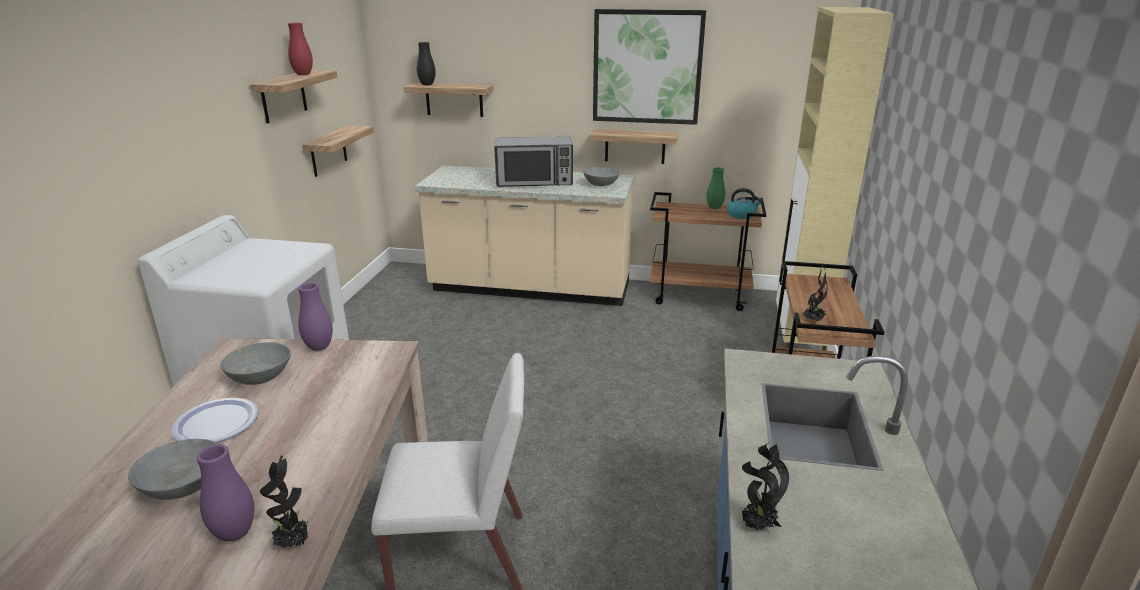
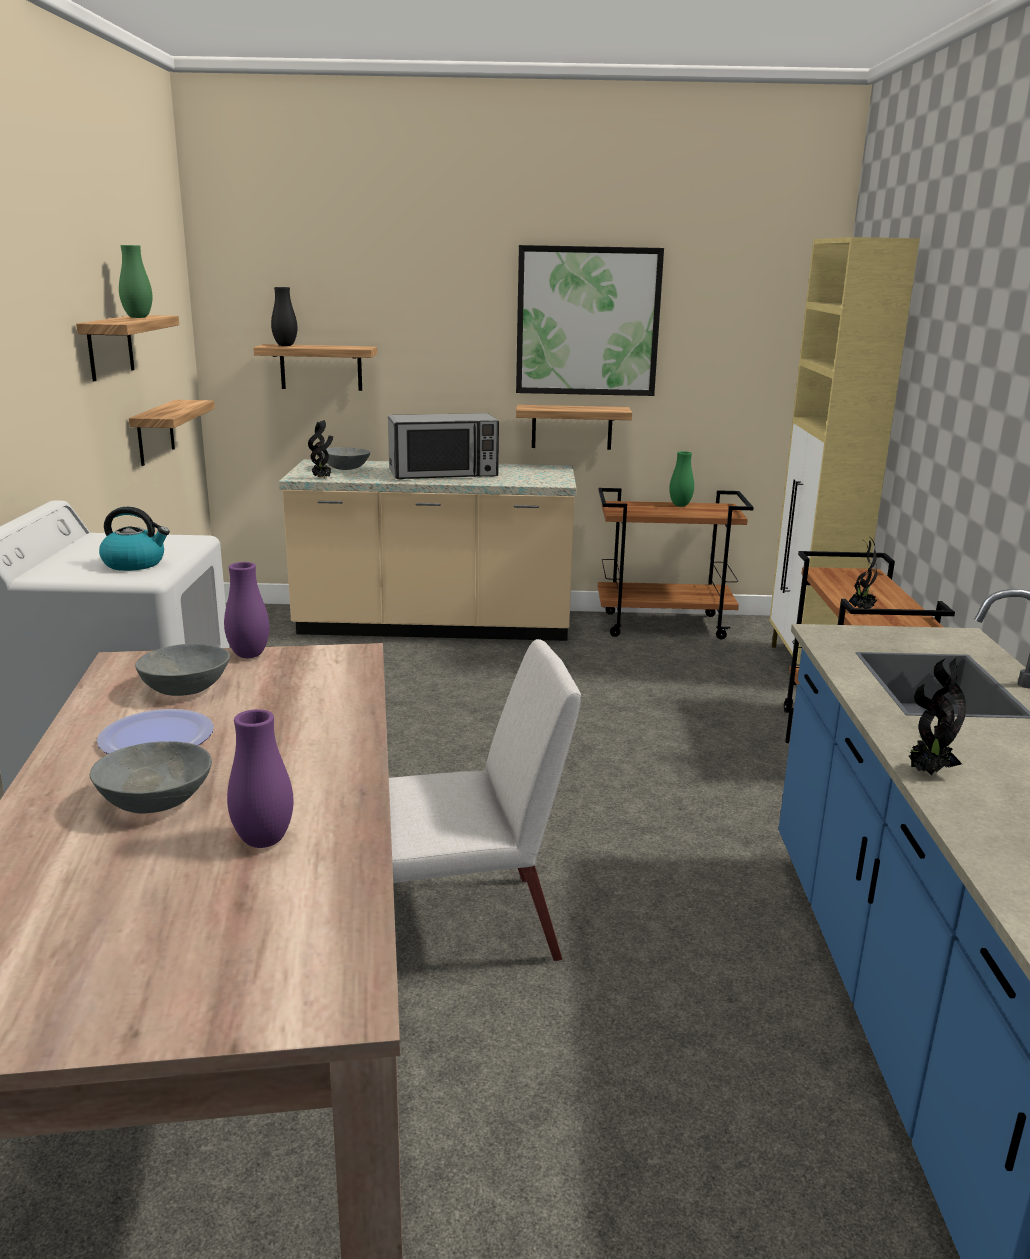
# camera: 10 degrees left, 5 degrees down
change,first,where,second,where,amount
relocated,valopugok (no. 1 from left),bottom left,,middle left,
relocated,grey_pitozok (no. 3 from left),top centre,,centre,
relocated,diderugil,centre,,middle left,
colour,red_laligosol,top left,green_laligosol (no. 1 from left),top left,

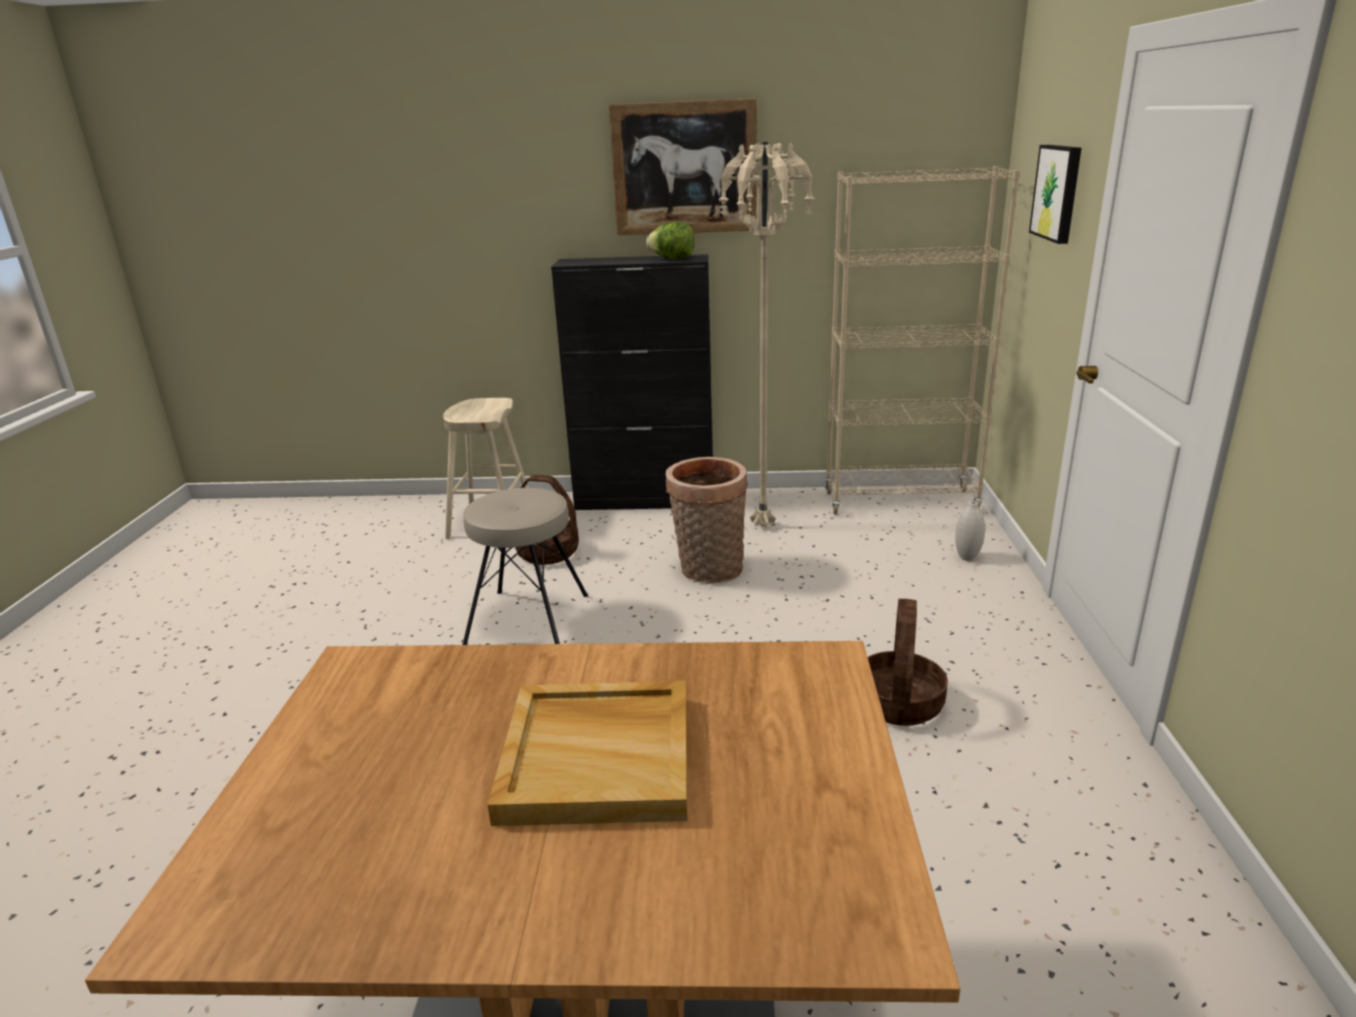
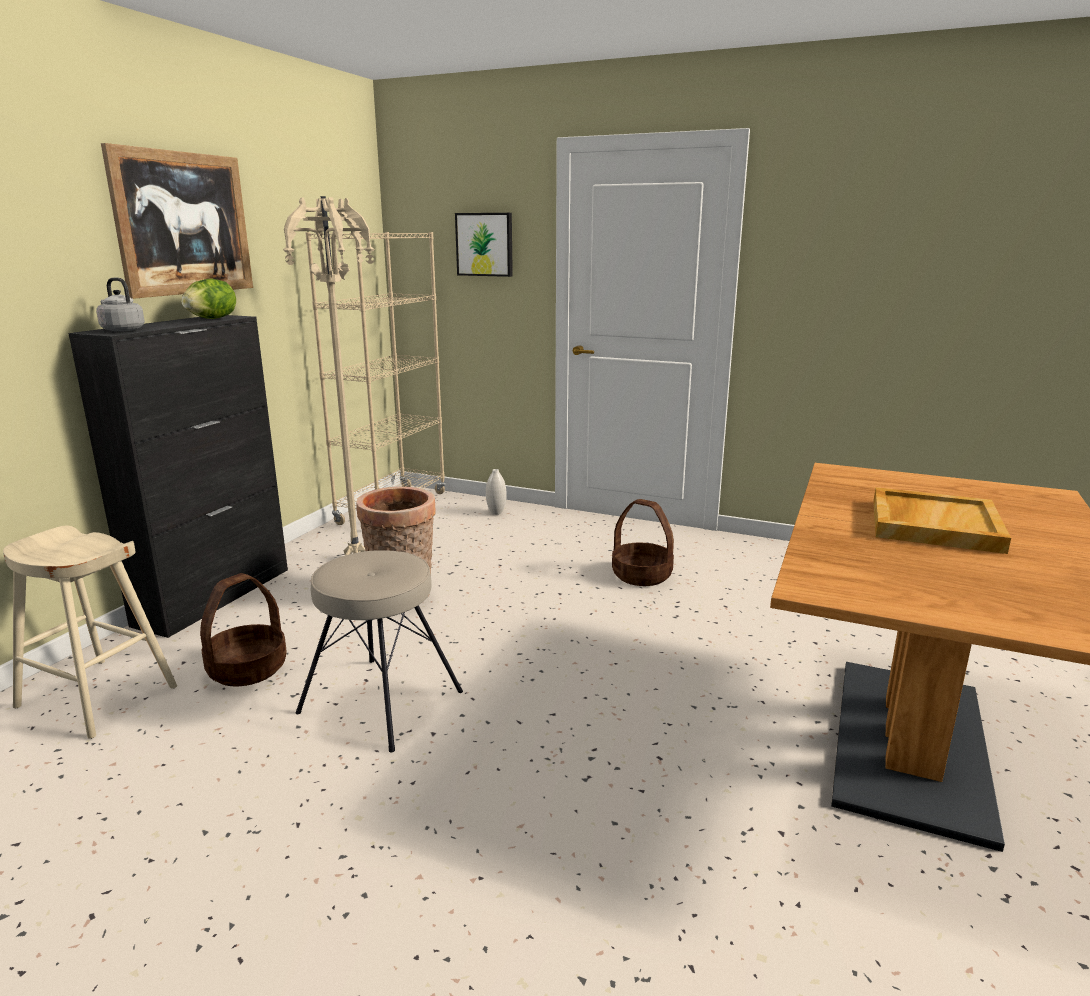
# camera: 70 degrees left, 5 degrees down
change,first,where,second,where,amount
appeared,,,grey_diderugil,top left,

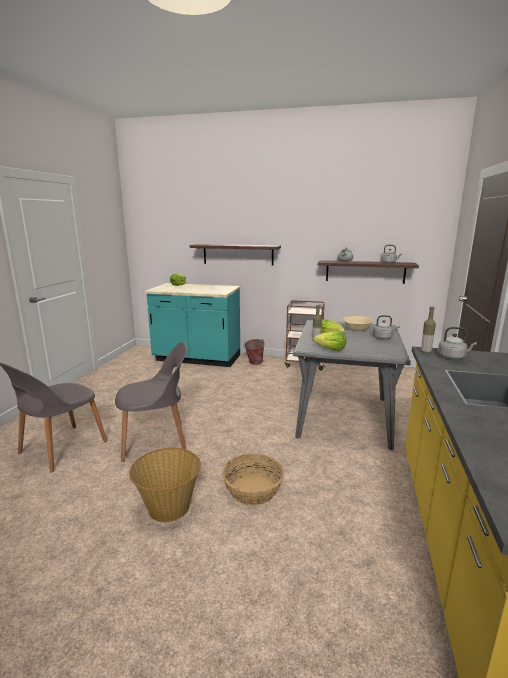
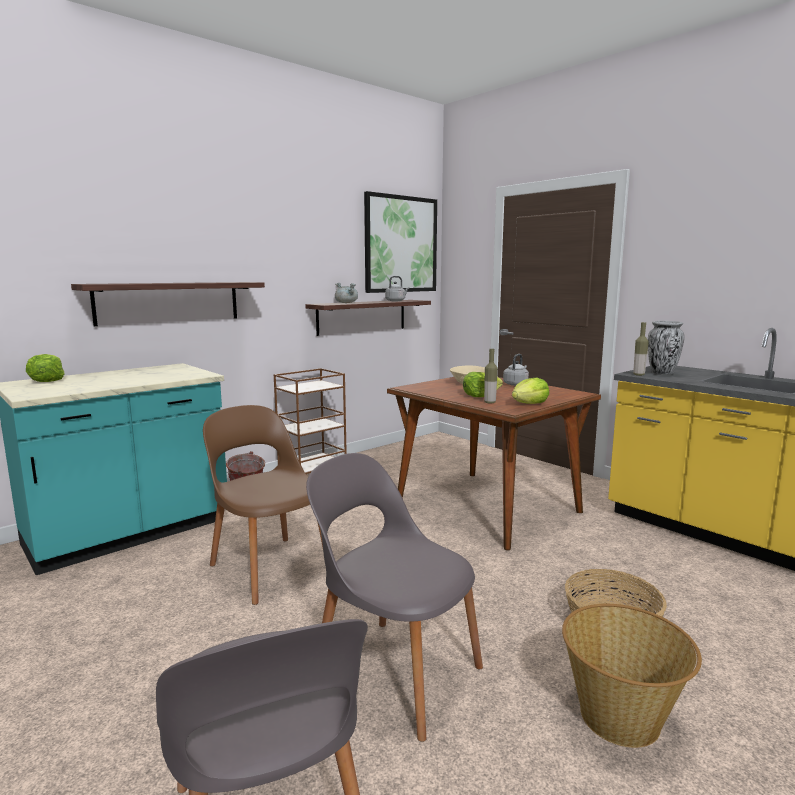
# camera: 55 degrees left, 5 degrees down
change,first,where,second,where,amount
appeared,,,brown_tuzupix,middle left,
appeared,,,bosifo,top centre,
exchanged,grey_diderugil (no. 3 from left),middle right,laligosol,middle right,
colour,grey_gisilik,middle right,brown_gisilik,centre,
spun,grey_tuzupix (no. 2 from left),middle left,,bottom centre,75 degrees counterclockwise

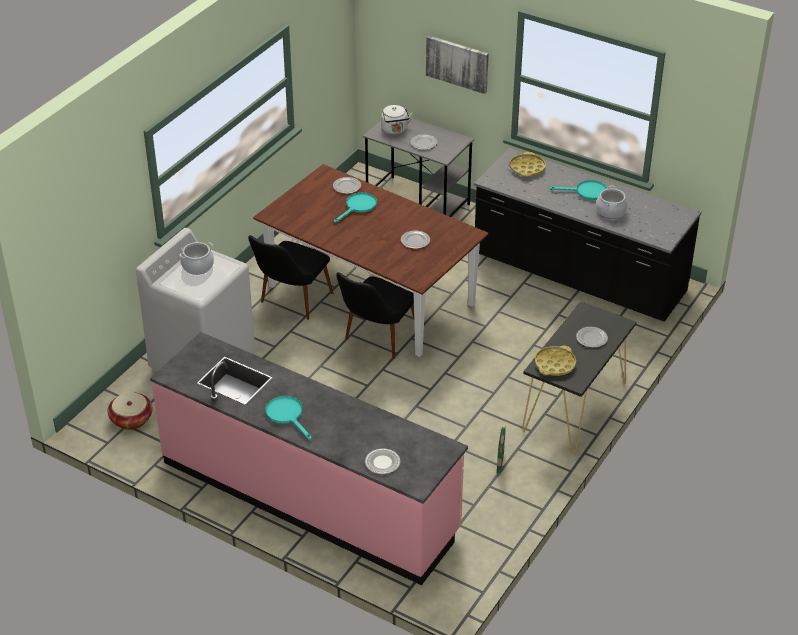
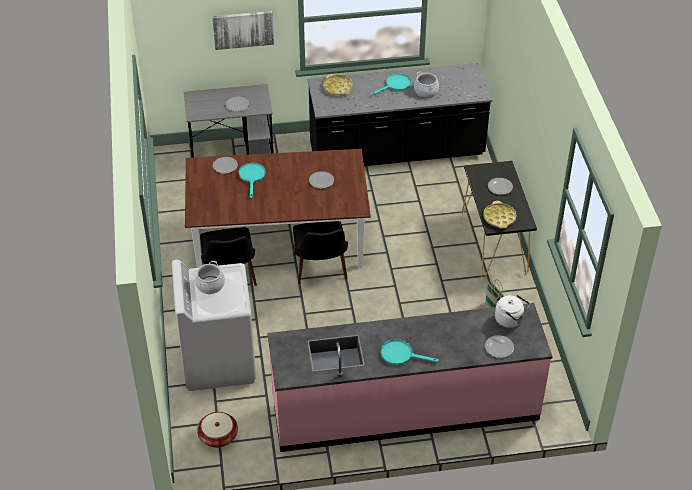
# camera: 40 degrees left, 5 degrees up
change,first,where,second,where,amount
relocated,white_diderugil,top centre,,middle right,

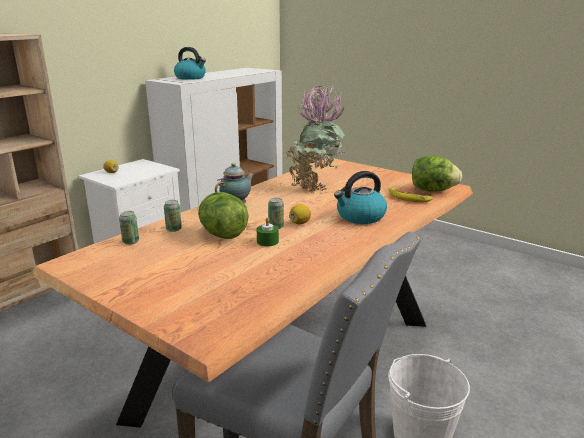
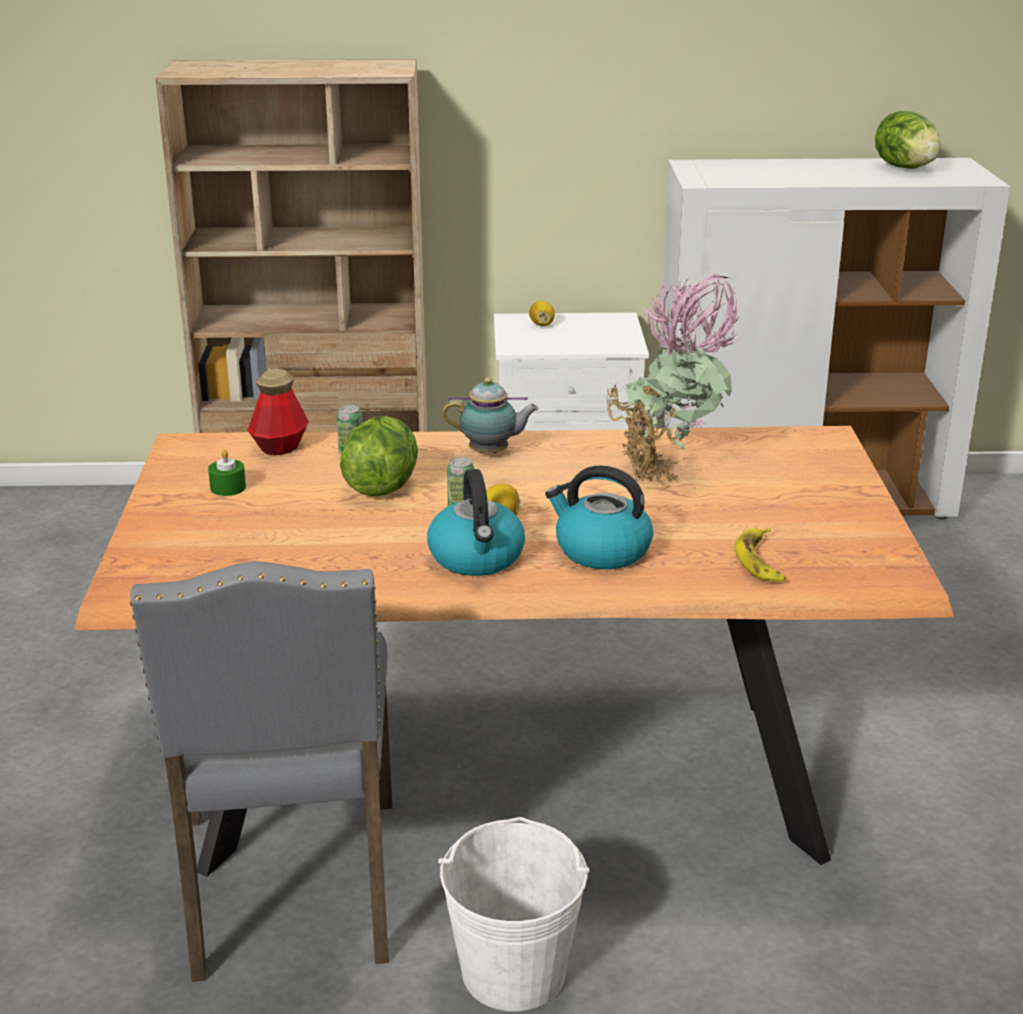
# camera: 50 degrees right, 5 degrees up
change,first,where,second,where,amount
relocated,diderugil (no. 1 from left),top left,,centre,
relocated,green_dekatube,centre,,middle left,
relocated,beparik (no. 2 from left),middle right,,top right,
exchanged,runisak (no. 1 from left),middle left,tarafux,middle left,

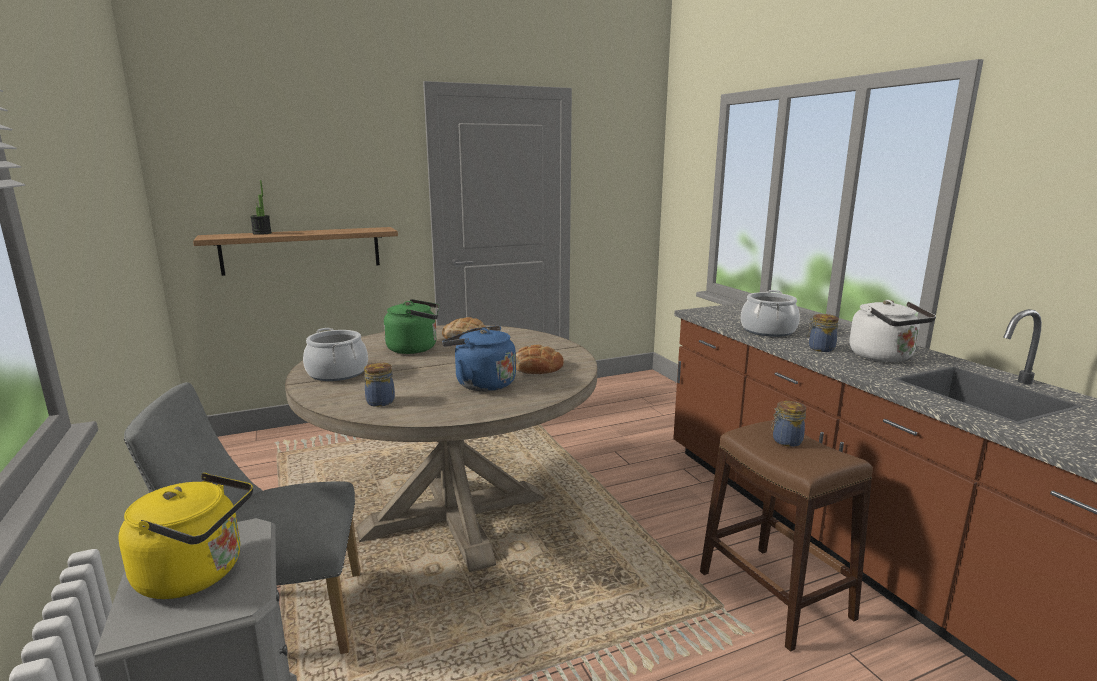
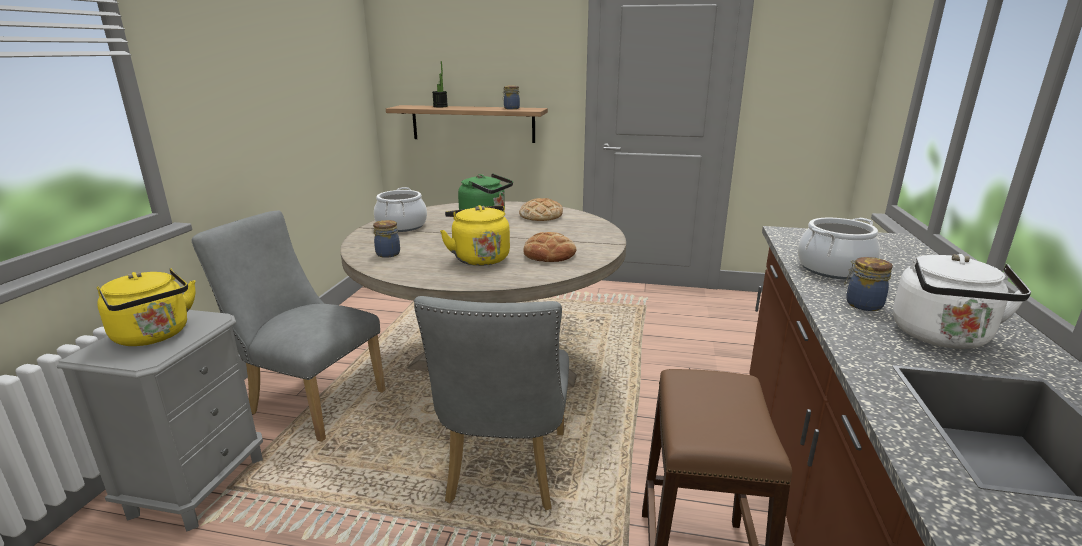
# camera: 35 degrees right, 5 degrees up
change,first,where,second,where,amount
appeared,,,grey_tuzupix (no. 2 from left),bottom centre,
relocated,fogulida (no. 2 from left),middle right,,top centre,
colour,blue_diderugil,centre,yellow_diderugil (no. 2 from left),centre,

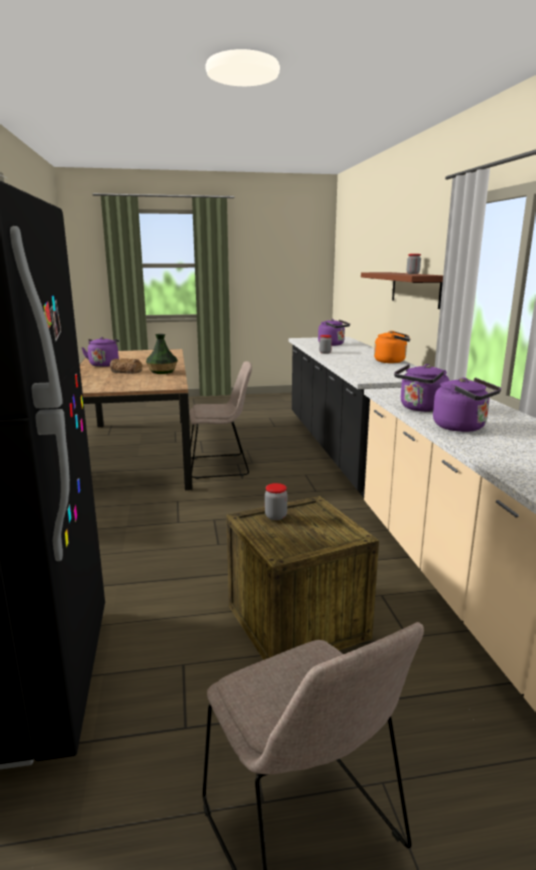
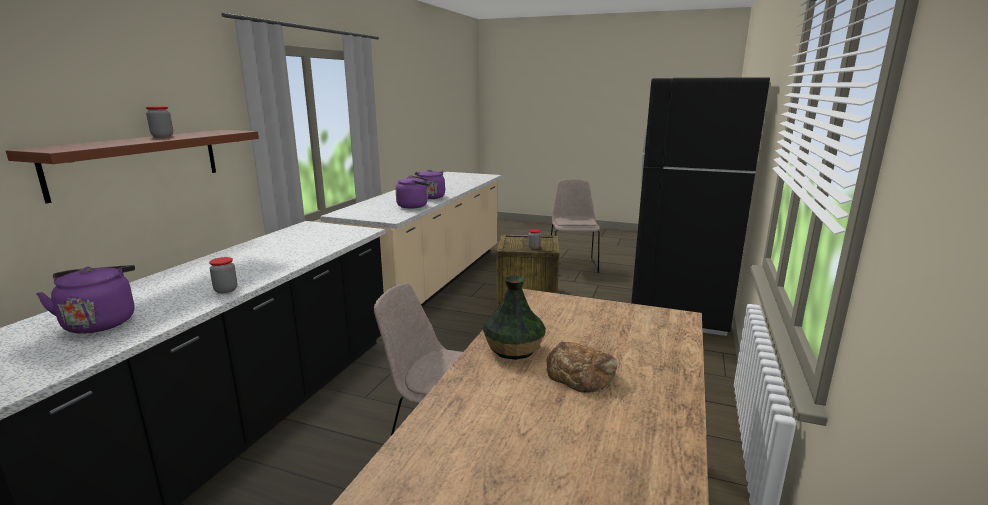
# camera: 150 degrees left, 0 degrees up
change,first,where,second,where,amount
missing,purple_diderugil (no. 1 from left),middle left,,,
missing,orange_diderugil,middle right,,,

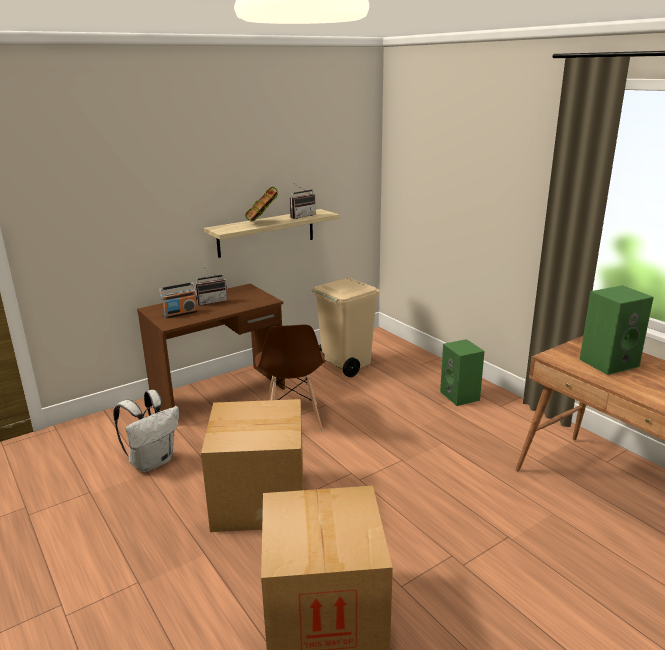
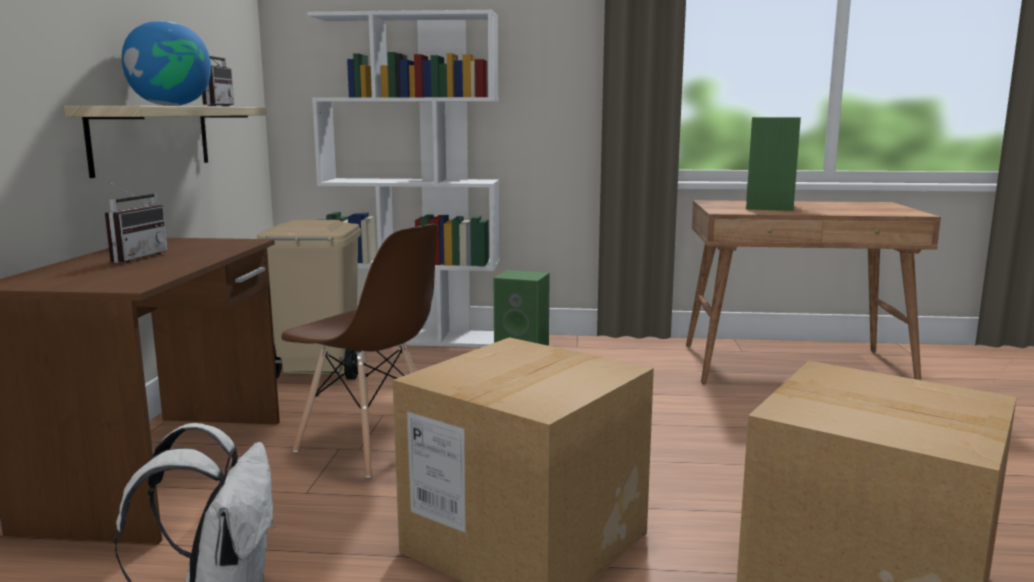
# camera: 50 degrees left, 10 degrees down
change,first,where,second,where,amount
missing,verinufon (no. 1 from left),middle left,,,
appeared,,,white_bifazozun,top centre,
exchanged,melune,top centre,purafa,top left,

